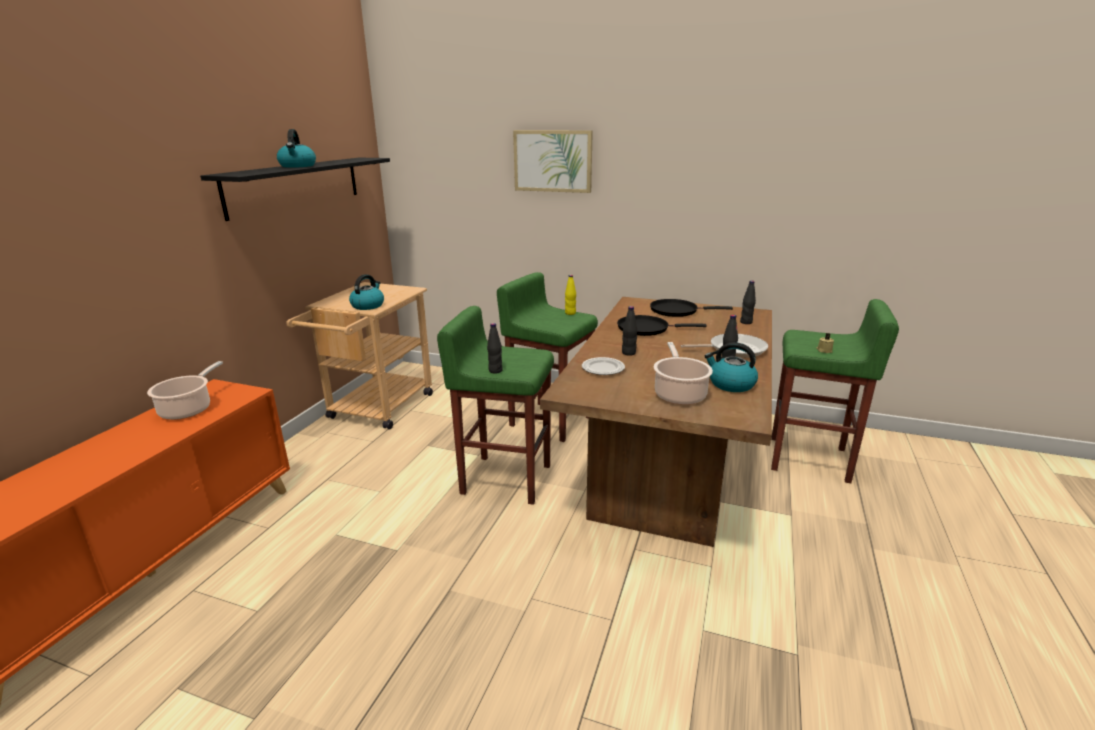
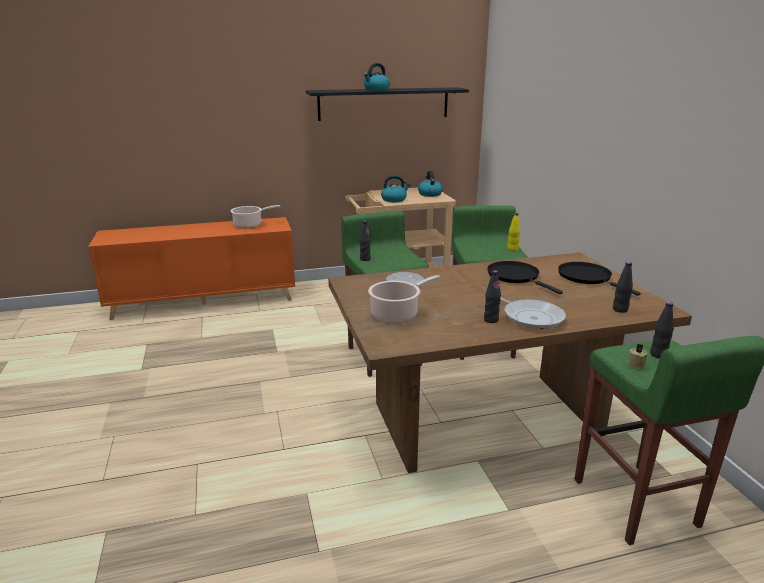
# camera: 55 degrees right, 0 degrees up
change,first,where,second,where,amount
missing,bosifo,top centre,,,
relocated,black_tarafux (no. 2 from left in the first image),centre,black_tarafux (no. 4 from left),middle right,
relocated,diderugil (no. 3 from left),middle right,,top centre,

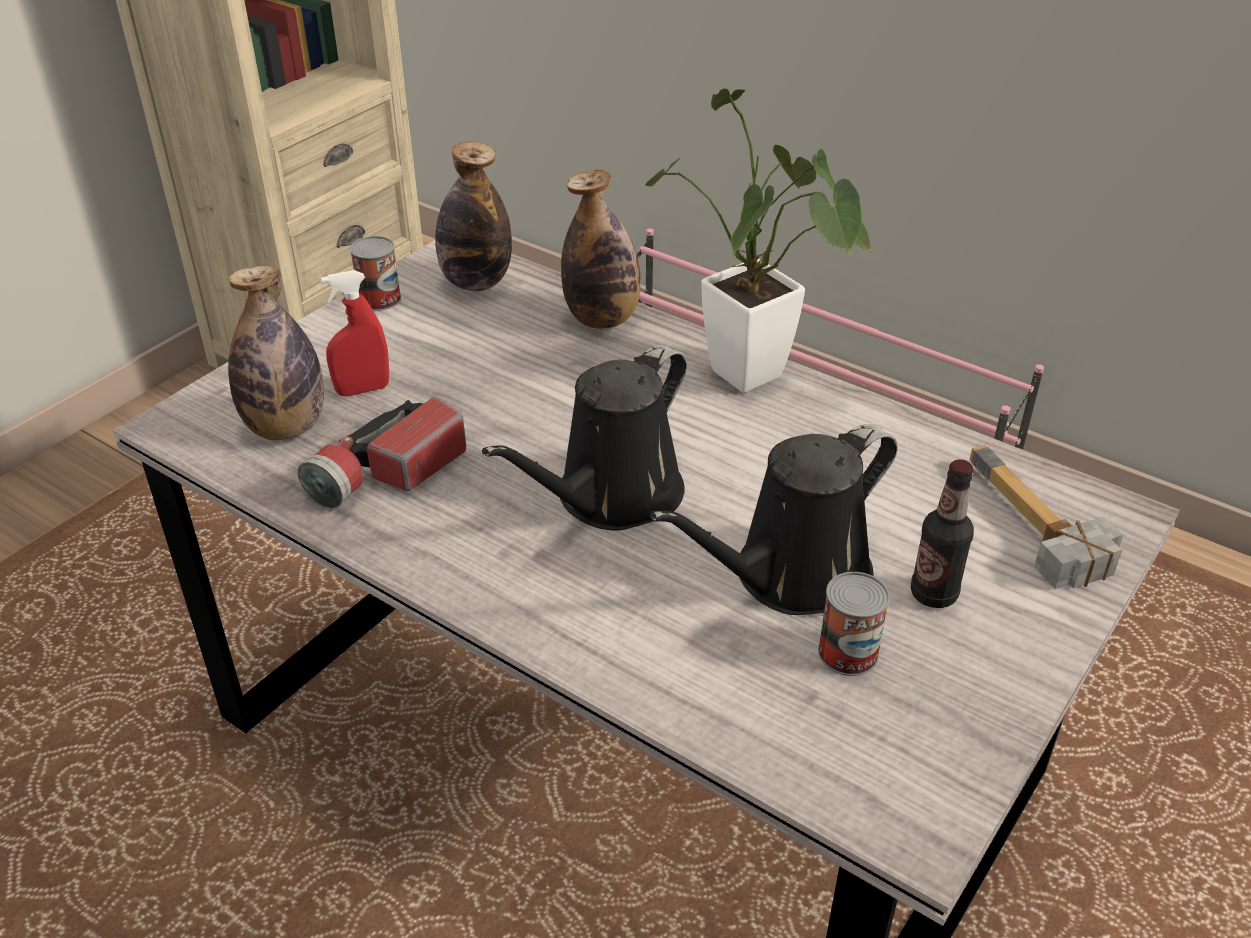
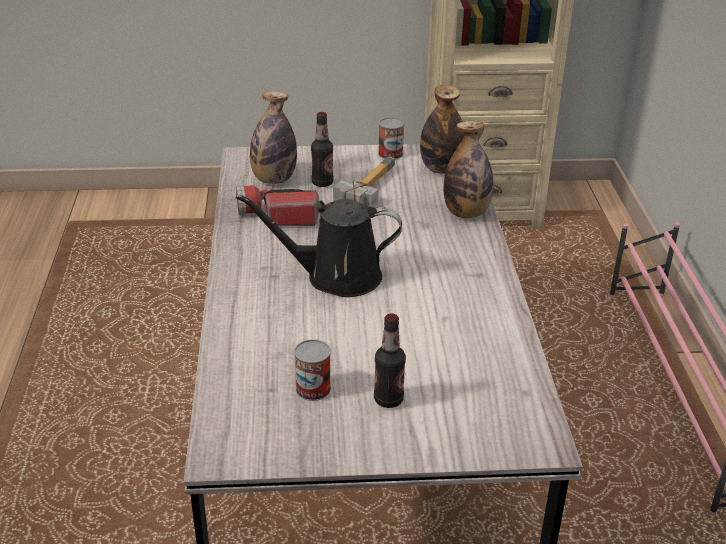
# camera: 50 degrees right, 5 degrees down
change,first,where,second,where,amount
missing,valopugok,top centre,,,
missing,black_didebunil (no. 2 from left),centre,,,
relocated,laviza,middle right,,top centre,
exchanged,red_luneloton,middle left,tarafux (no. 2 from left),top centre,

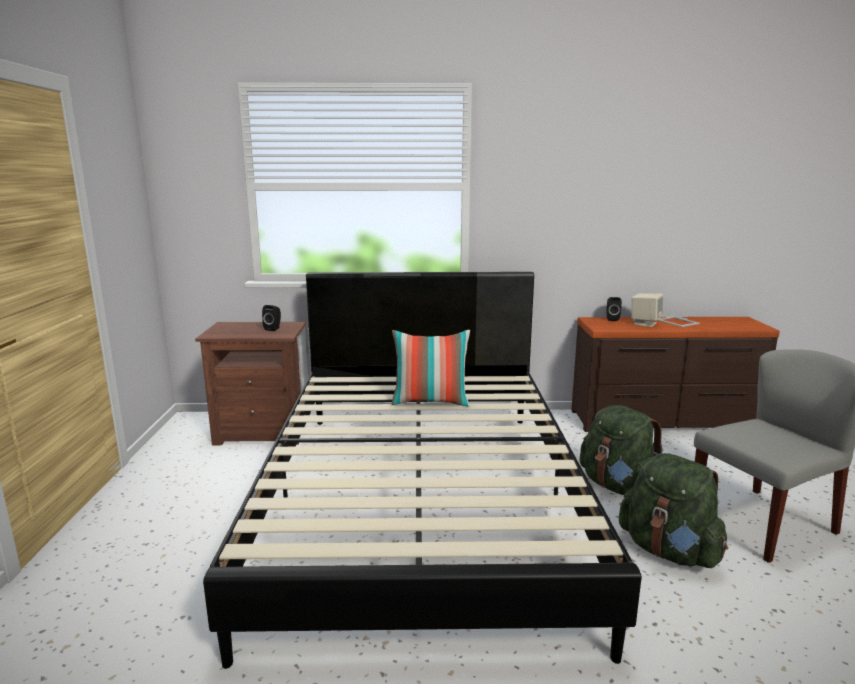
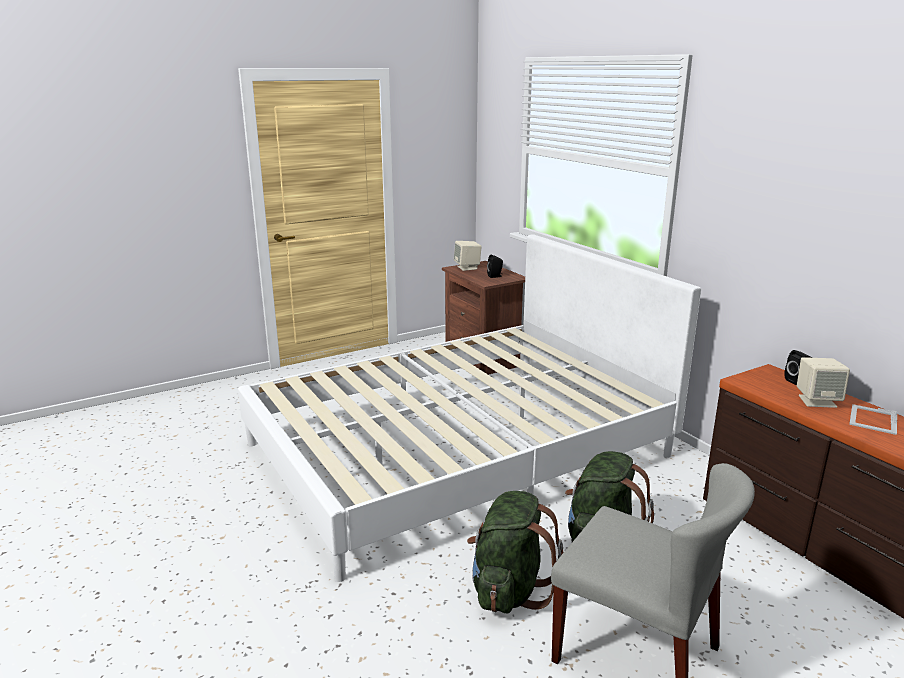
# camera: 60 degrees right, 5 degrees up
change,first,where,second,where,amount
missing,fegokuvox,centre,,,
appeared,,,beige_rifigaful (no. 1 from left),centre,
colour,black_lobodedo,bottom centre,white_lobodedo,centre,

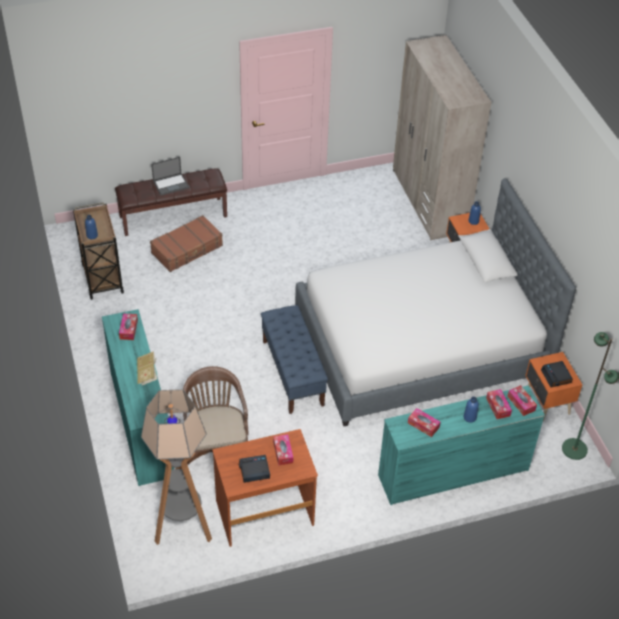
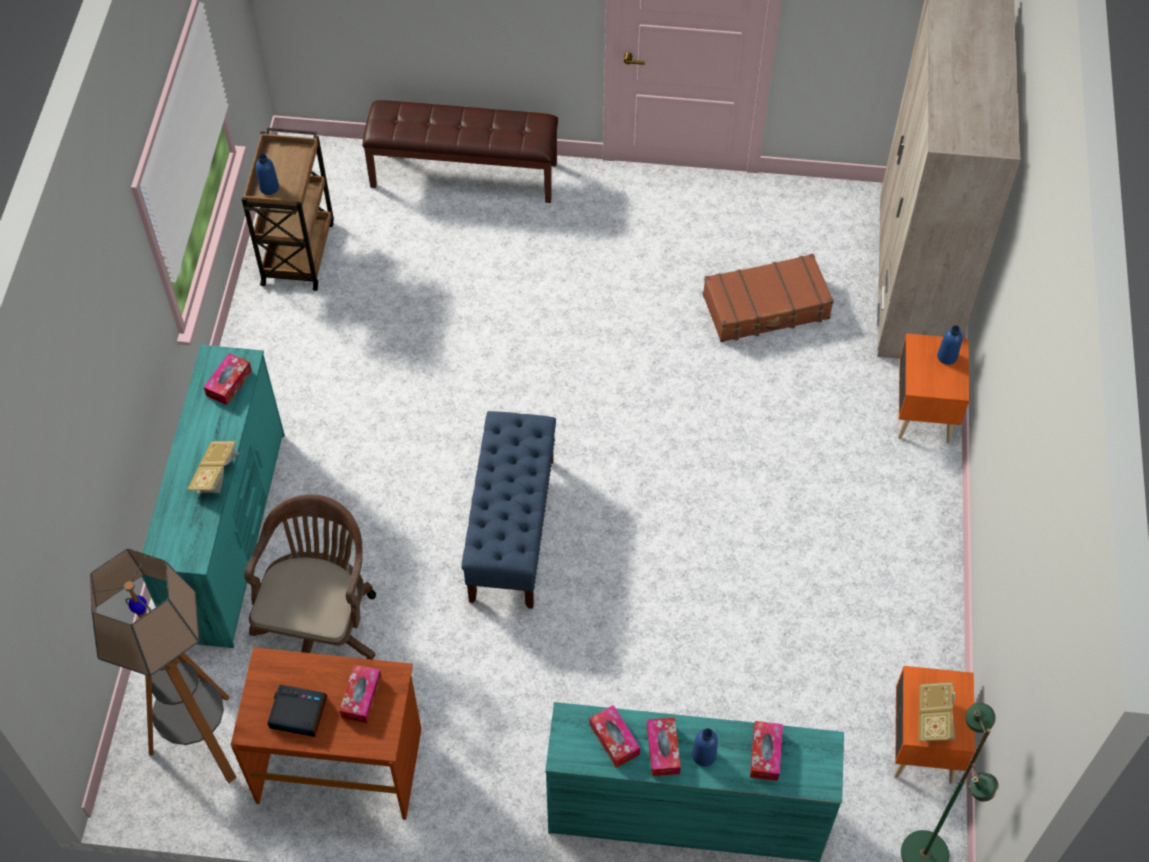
# camera: 25 degrees right, 10 degrees up
change,first,where,second,where,amount
missing,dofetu,top left,,,
missing,lobodedo,middle right,,,
relocated,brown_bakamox,middle left,,middle right,
relocated,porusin (no. 5 from left in the first image),middle right,porusin (no. 4 from left),bottom centre,
exchanged,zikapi (no. 2 from left),middle right,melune (no. 2 from left),bottom right,

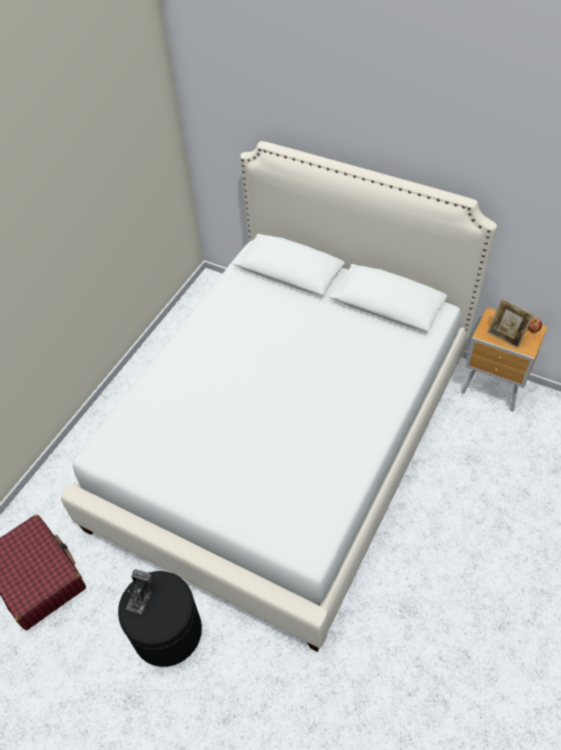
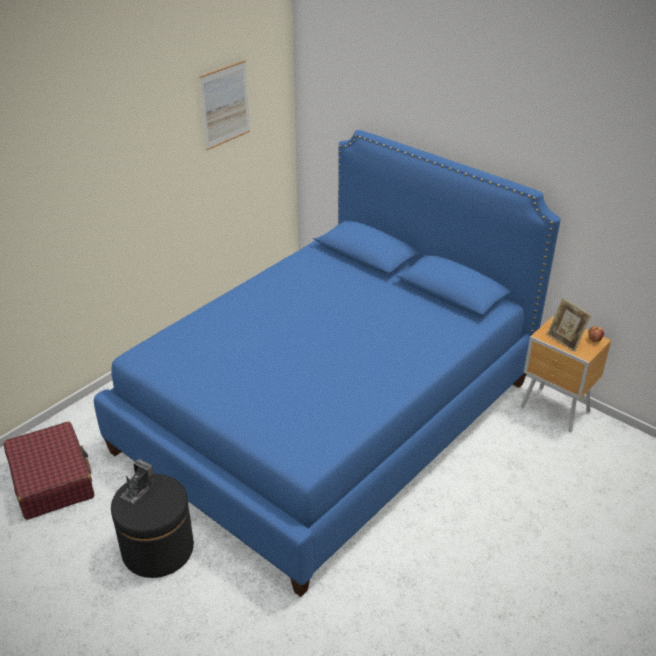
# camera: 10 degrees right, 15 degrees down
change,first,where,second,where,amount
appeared,,,bosifo,top centre,
colour,white_lobodedo,centre,blue_lobodedo,centre,

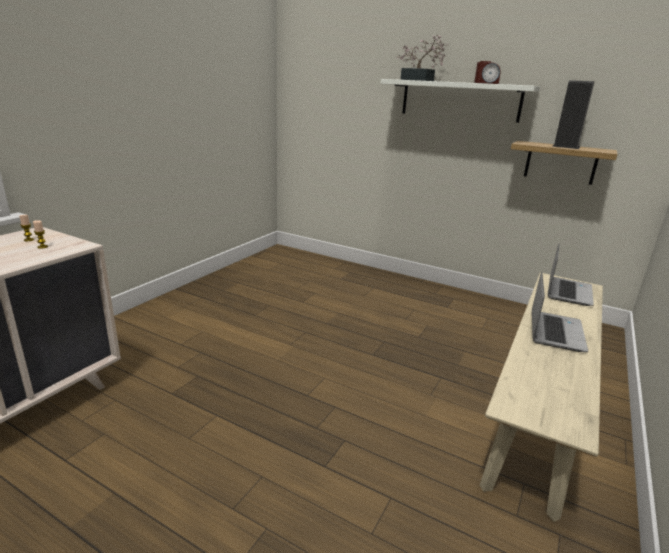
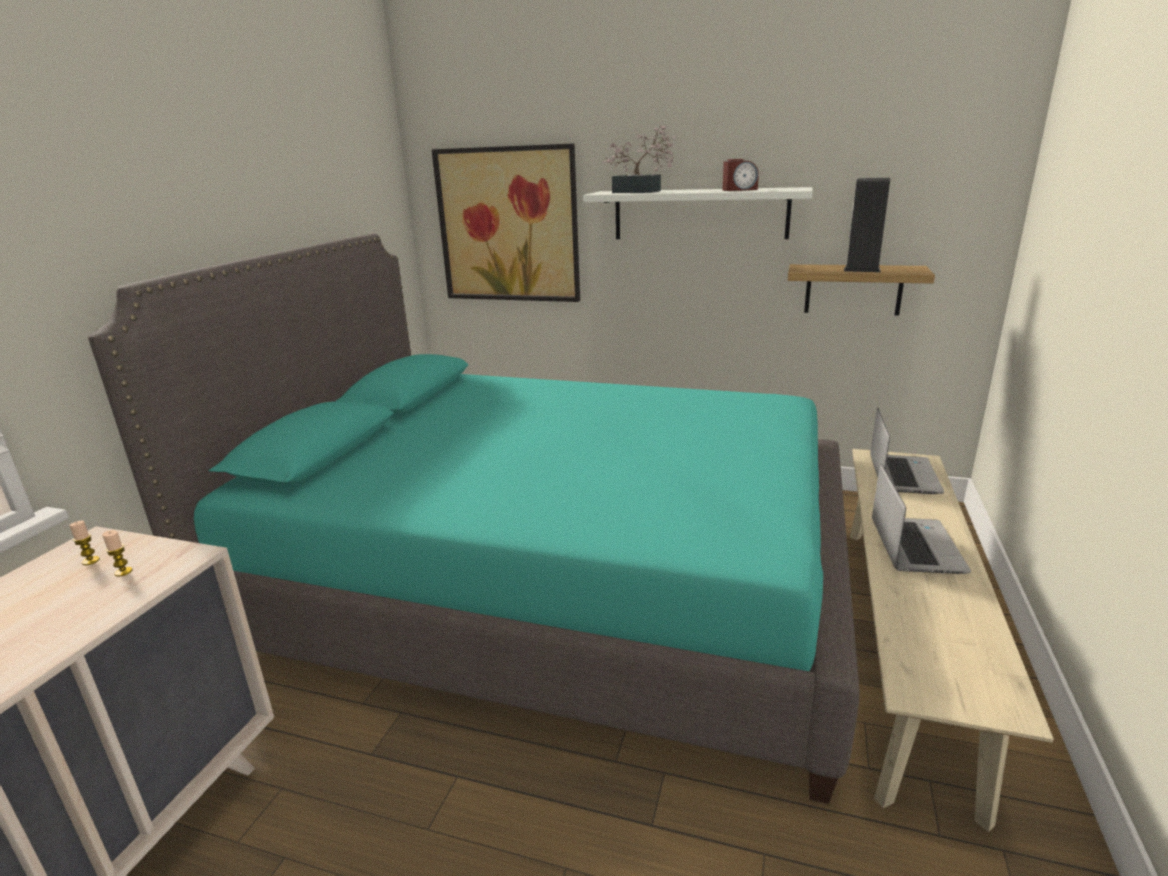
# camera: 10 degrees left, 0 degrees up
change,first,where,second,where,amount
appeared,,,turquoise_lobodedo,centre,
appeared,,,bosifo,top centre,

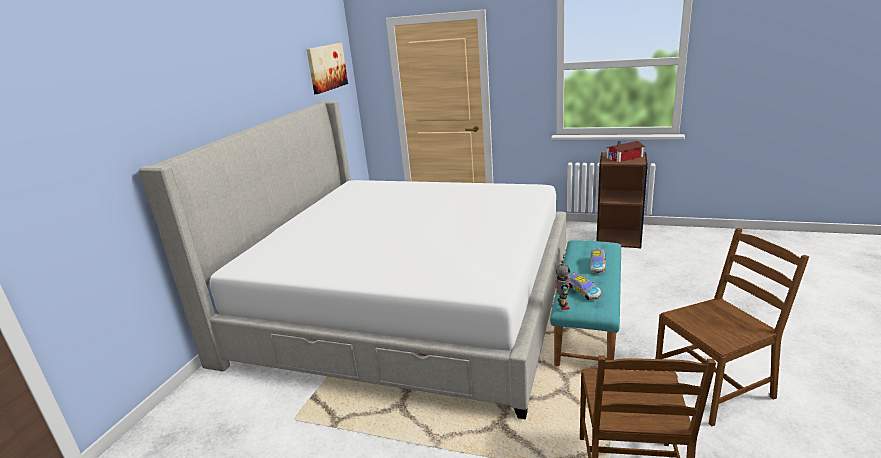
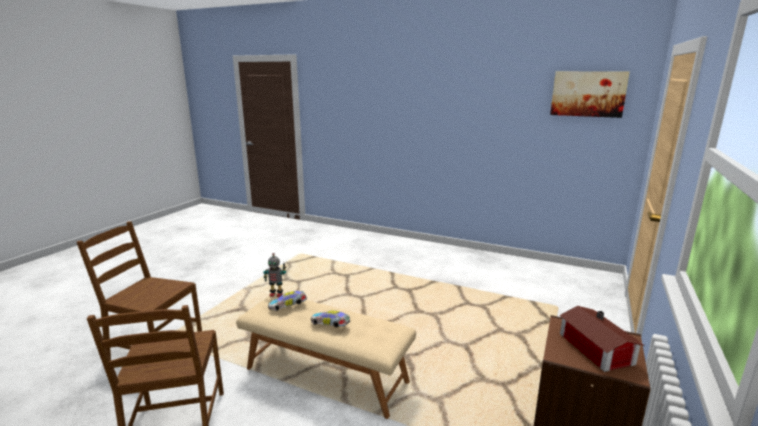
# camera: 95 degrees right, 5 degrees down
change,first,where,second,where,amount
missing,lobodedo,centre,,,
colour,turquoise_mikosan,centre,beige_mikosan,bottom centre,

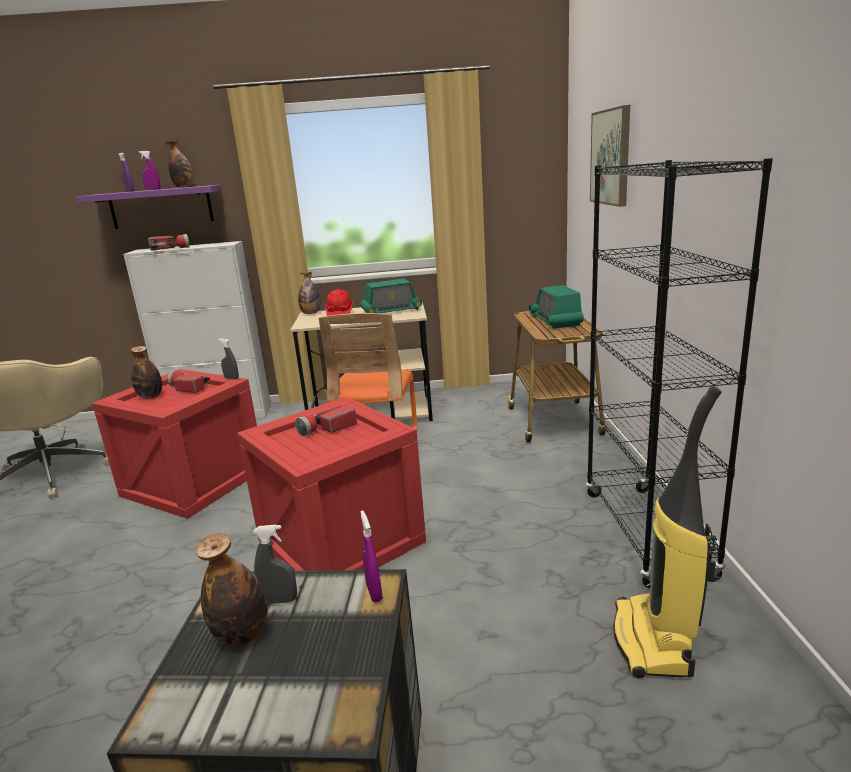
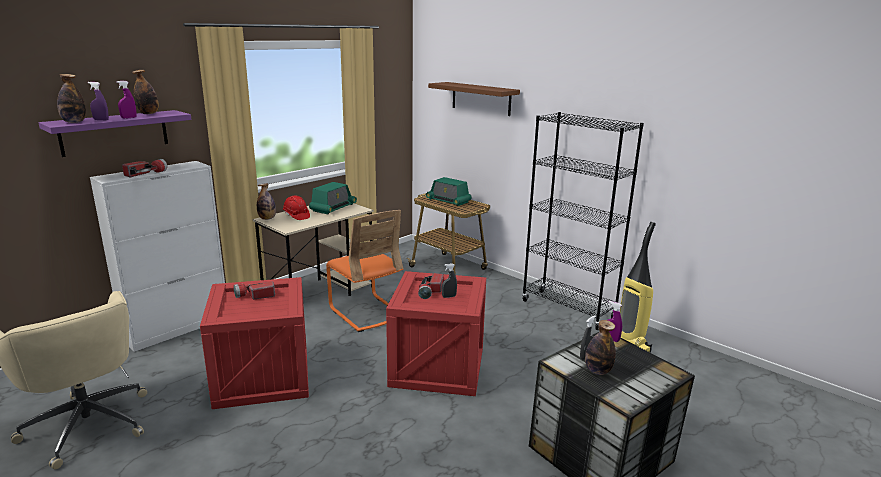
# camera: 45 degrees left, 0 degrees up
change,first,where,second,where,amount
relocated,tarafux (no. 1 from left),middle left,,top left,
relocated,grey_luneloton (no. 1 from left),middle left,,centre,
exchanged,bosifo,top right,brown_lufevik,top centre,

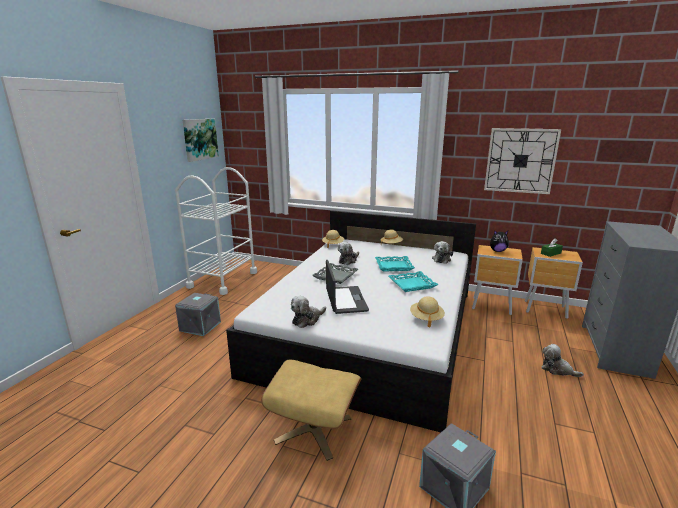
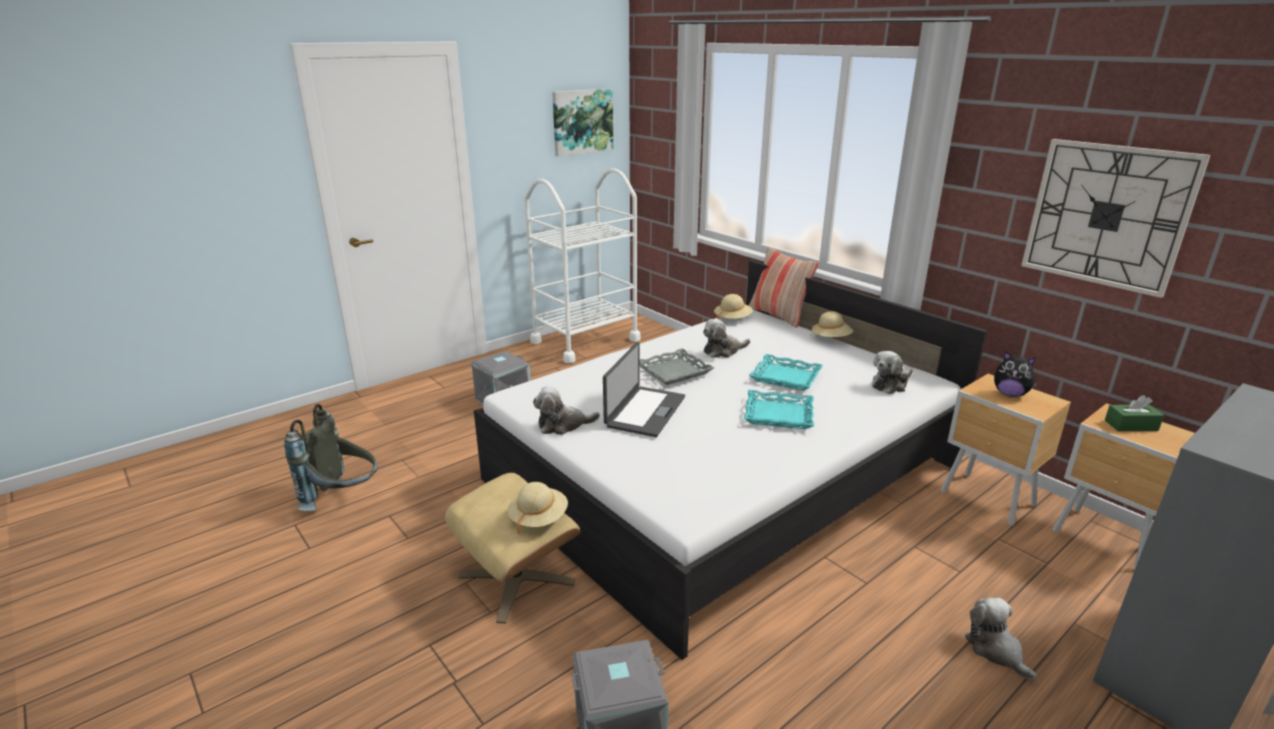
# camera: 30 degrees right, 5 degrees up
change,first,where,second,where,amount
appeared,,,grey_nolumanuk,middle left,
appeared,,,fegokuvox,centre,
relocated,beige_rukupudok (no. 3 from left in the first image),centre,beige_rukupudok (no. 1 from left),bottom centre,

